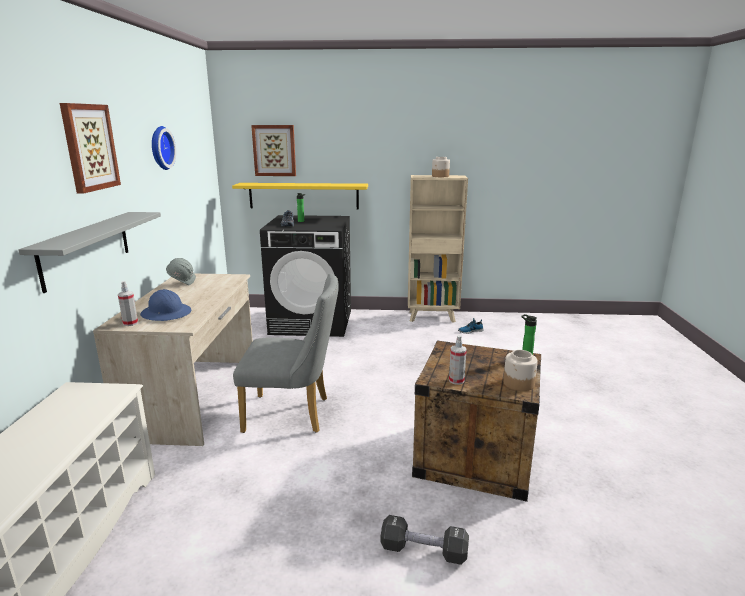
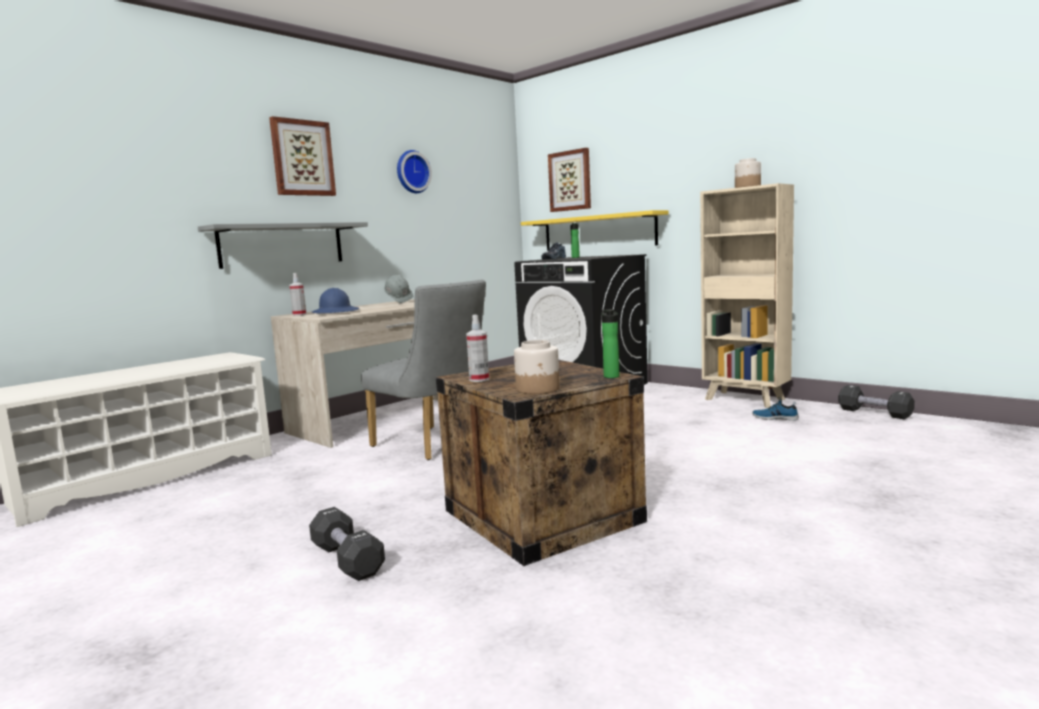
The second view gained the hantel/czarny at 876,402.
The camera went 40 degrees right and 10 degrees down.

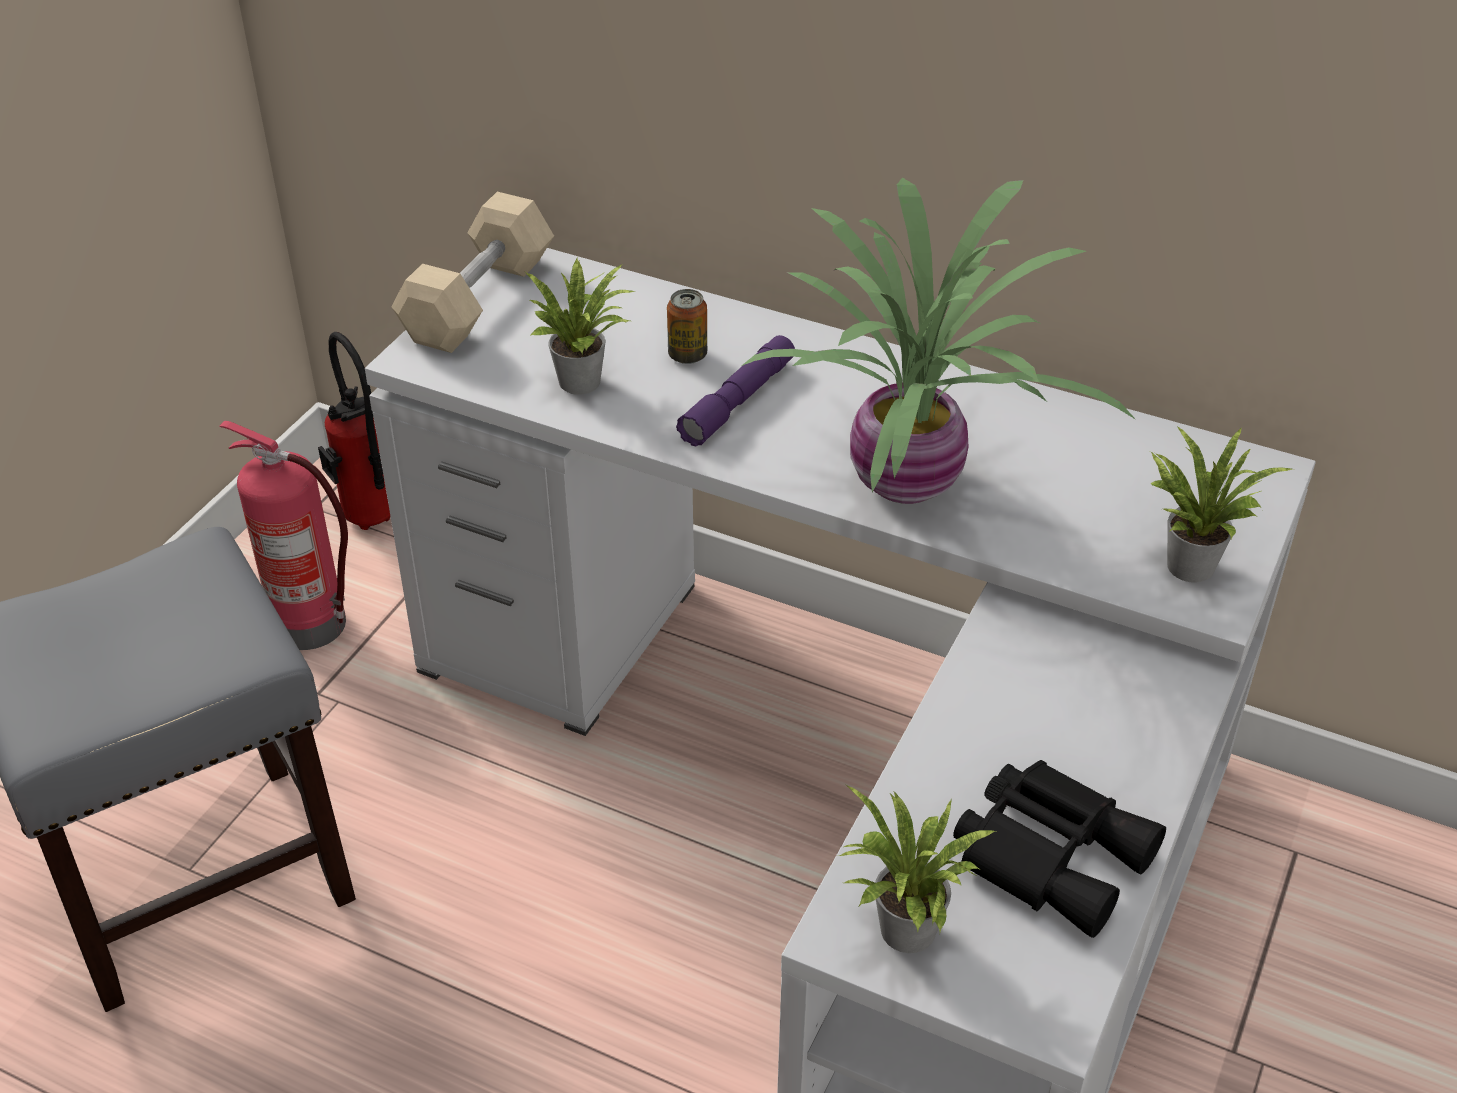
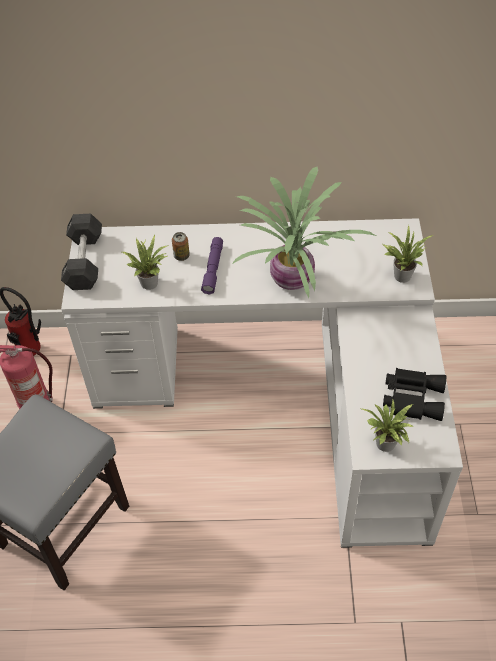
What was the hantel/beżowy at 472,272 turned into the hantel/czarny at 81,252.
The camera went 25 degrees left and 10 degrees up.

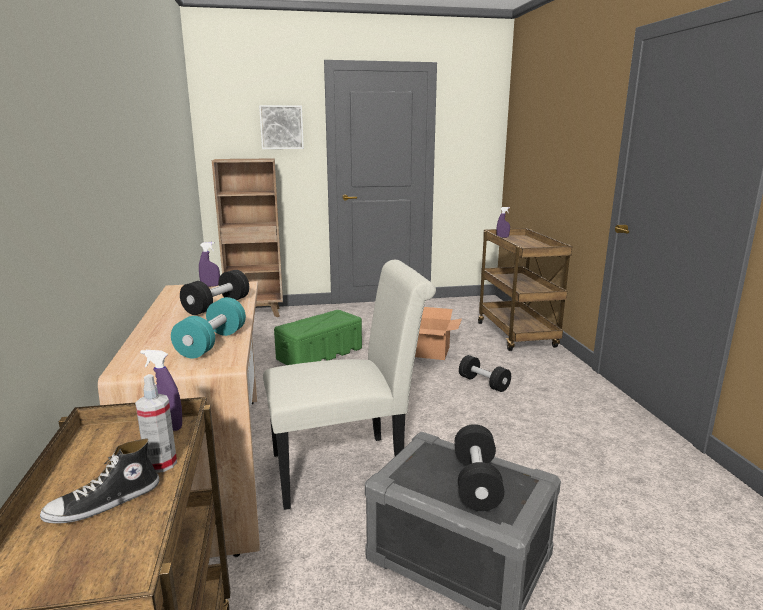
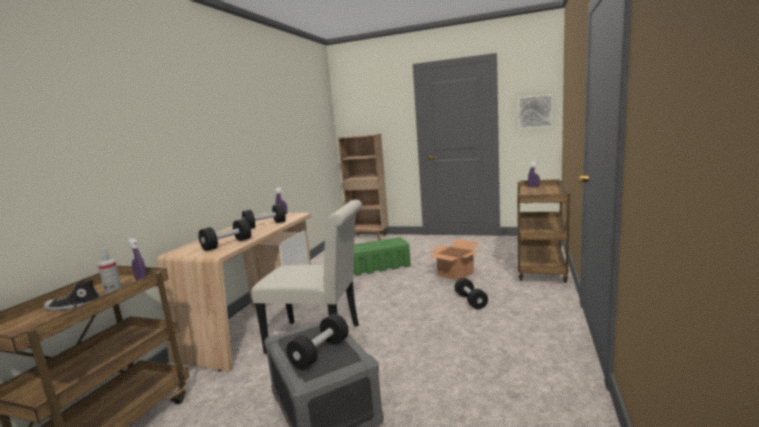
The obraz ended up elsewhere, having gone from 281,127 to 535,111.
What was the hantel/turkusowy at 208,328 turned into the hantel/czarny at 224,235.
The camera went 30 degrees right and 5 degrees down.

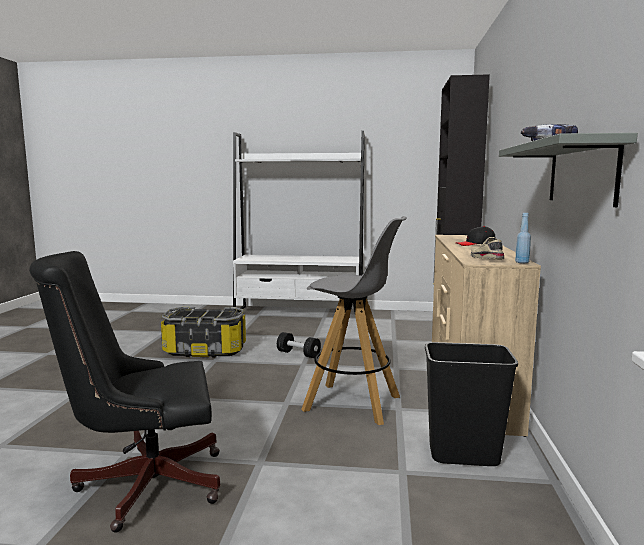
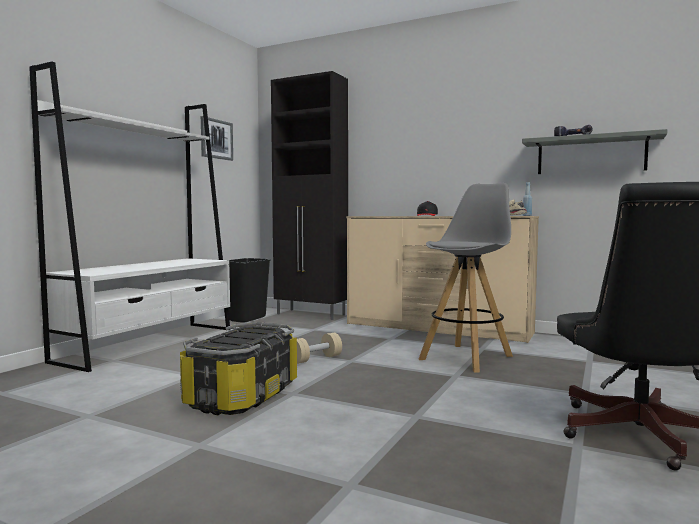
The second view gained the obraz at 217,138.
The kosz na śmieci/czarny ended up elsewhere, having gone from 471,404 to 249,290.
What was the hantel/czarny at 299,345 turned into the hantel/beżowy at 319,348.
The camera went 70 degrees left and 5 degrees down.

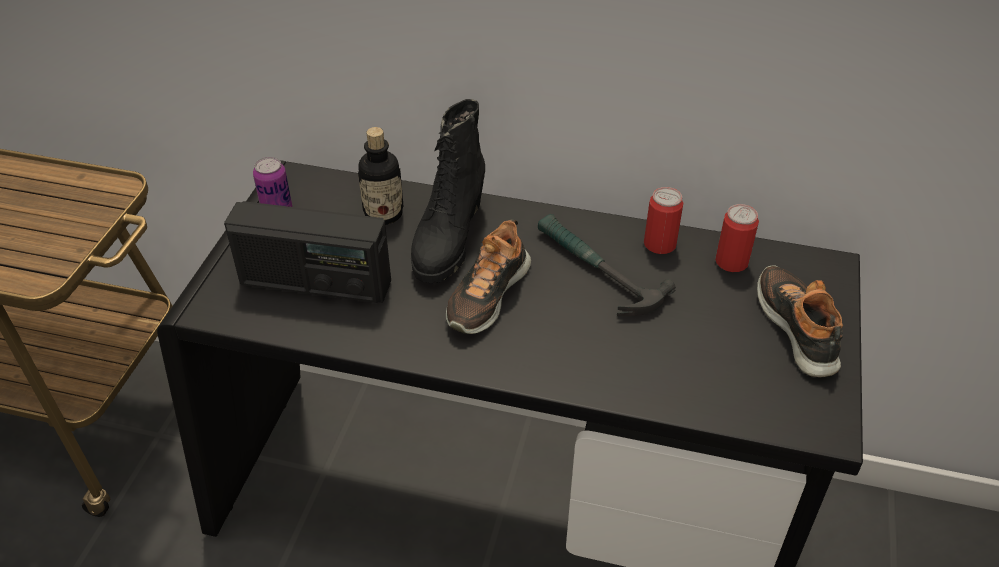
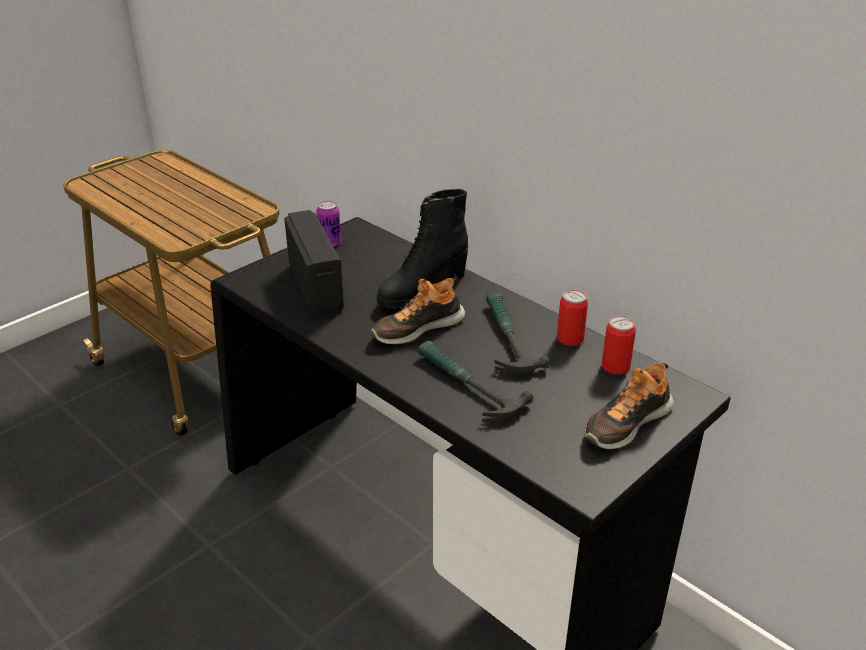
The second view lost the butelka at 380,176.
The second view gained the młotek at 475,381.
The radio at 307,252 ended up facing another way, 150 degrees counterclockwise from before.
The but at 800,321 ended up facing another way, 150 degrees counterclockwise from before.
The camera went 30 degrees right and 10 degrees down.

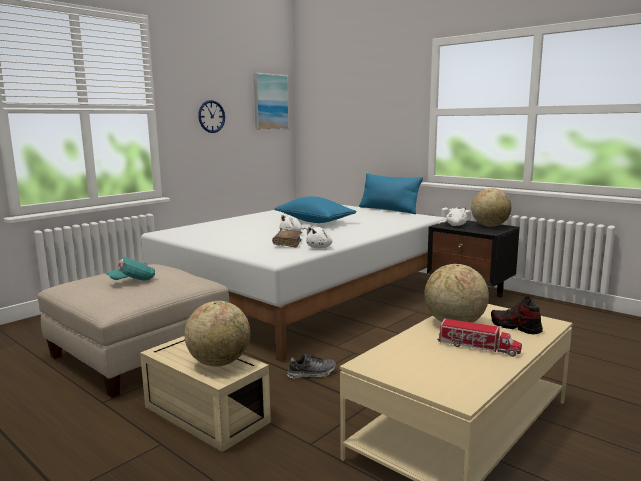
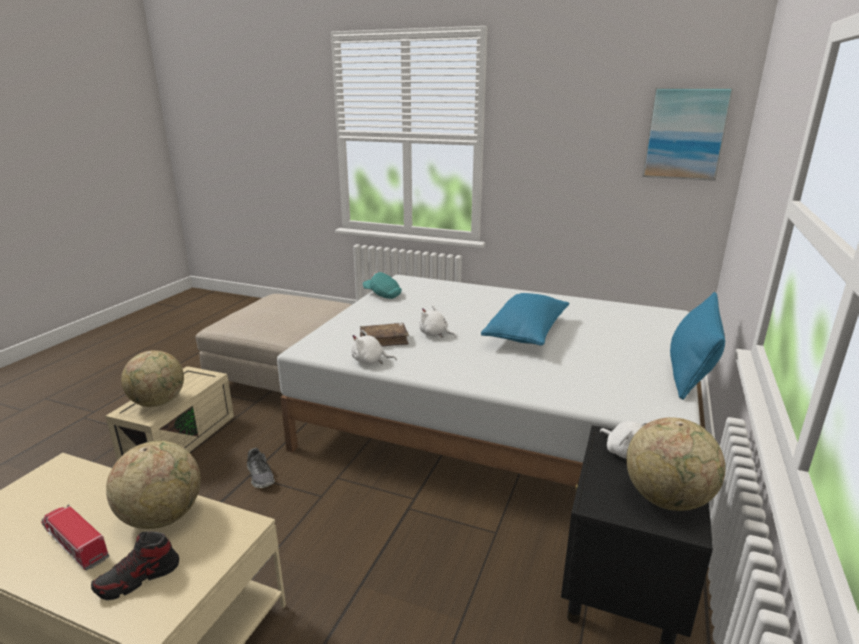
The second view lost the zegar ścienny at 211,116.
The czapka z daszkiem/turkusowy ended up elsewhere, having gone from 130,269 to 382,285.
The ciężarówka zabawkowa at 479,338 ended up facing another way, 120 degrees clockwise from before.
The but at 517,315 ended up facing another way, 150 degrees counterclockwise from before.
The camera went 70 degrees right and 10 degrees up.

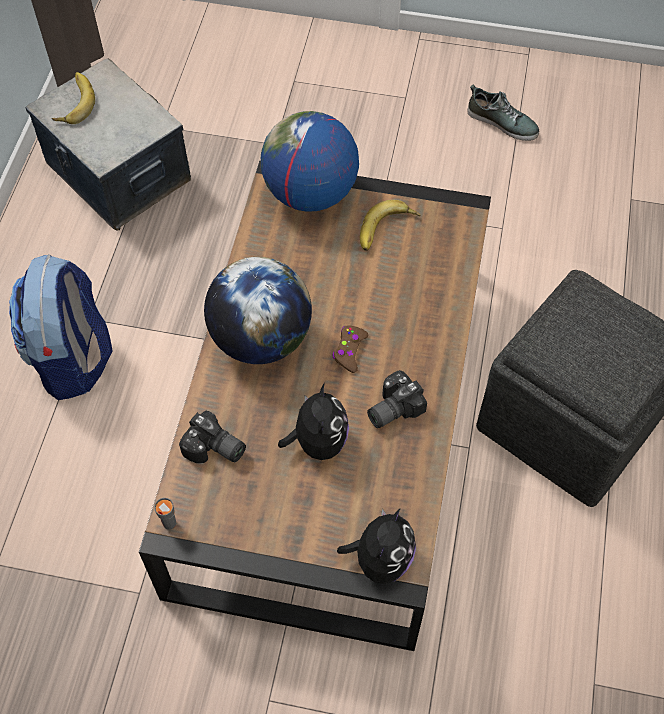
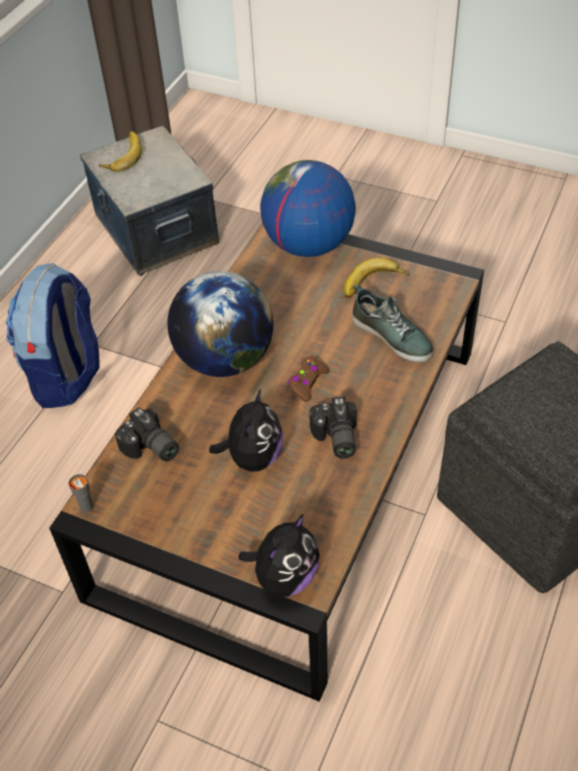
The but ended up elsewhere, having gone from 503,113 to 393,323.
The aparat fotograficzny at 397,399 ended up facing another way, 75 degrees counterclockwise from before.
The camera went 15 degrees right and 10 degrees down.

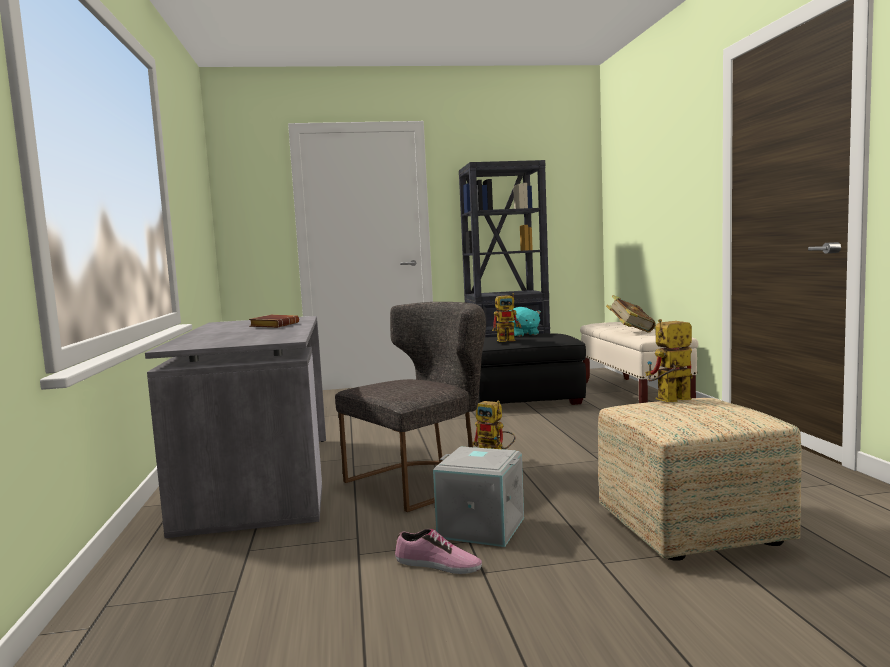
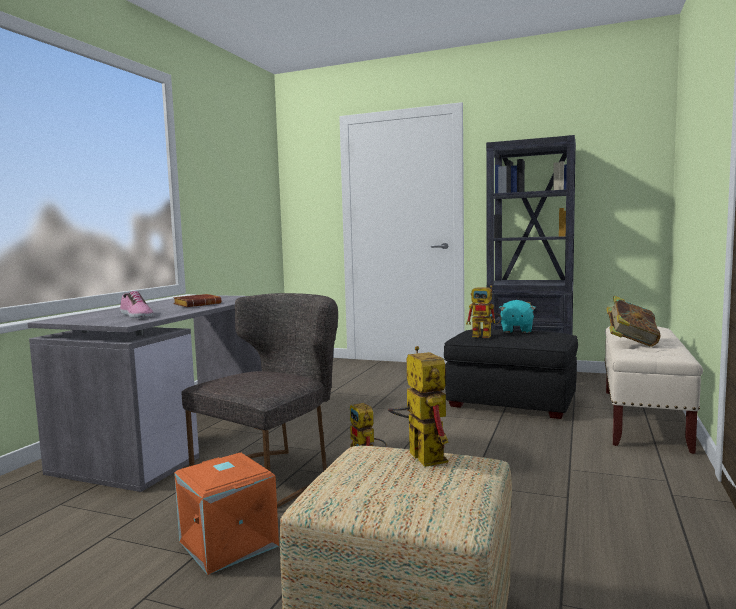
The but ended up elsewhere, having gone from 438,551 to 137,304.
What was the pojemnik do przechowywania/szary at 478,497 turned into the pojemnik do przechowywania/pomarańczowy at 226,514.
The krzesło/szary at 410,407 ended up facing another way, 45 degrees counterclockwise from before.
The robot zabawkowy at 669,360 ended up facing another way, 60 degrees clockwise from before.
The camera went 30 degrees right and 0 degrees up.

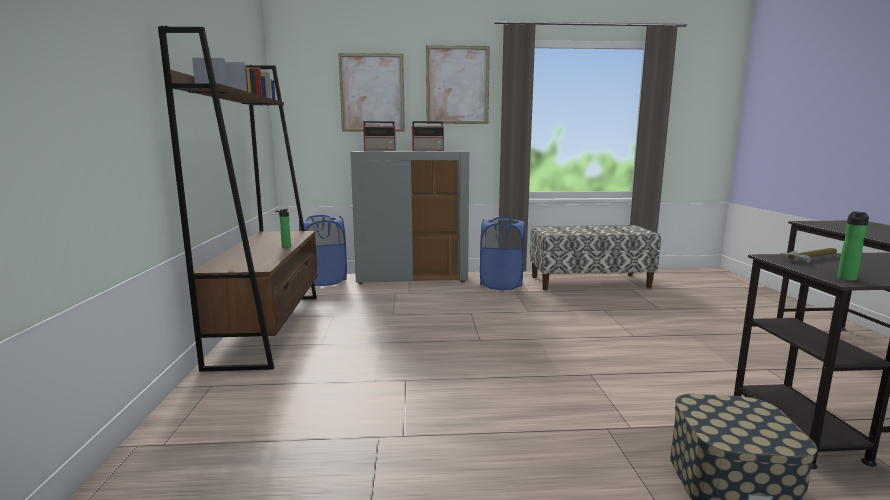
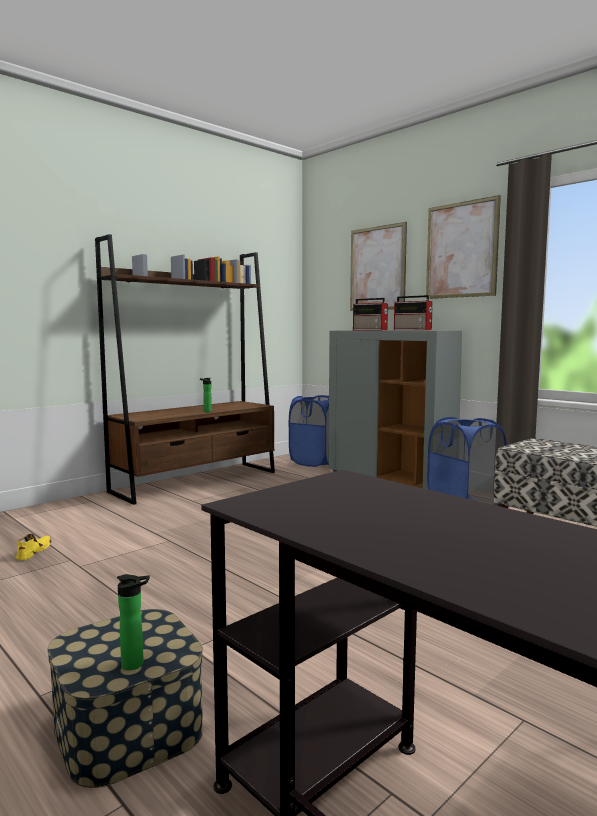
The second view lost the młotek at 808,255.
The second view gained the but/żółty at 34,547.
The butelka ended up elsewhere, having gone from 853,246 to 133,622.
The camera went 50 degrees right and 5 degrees down.

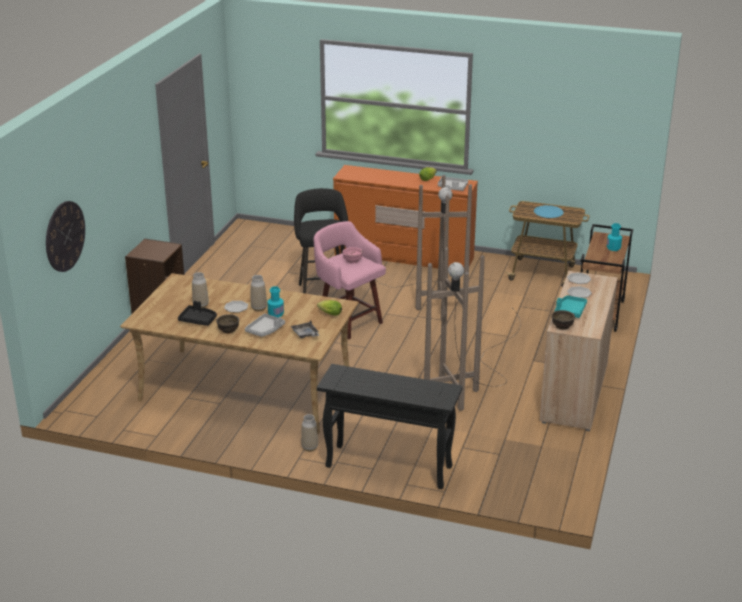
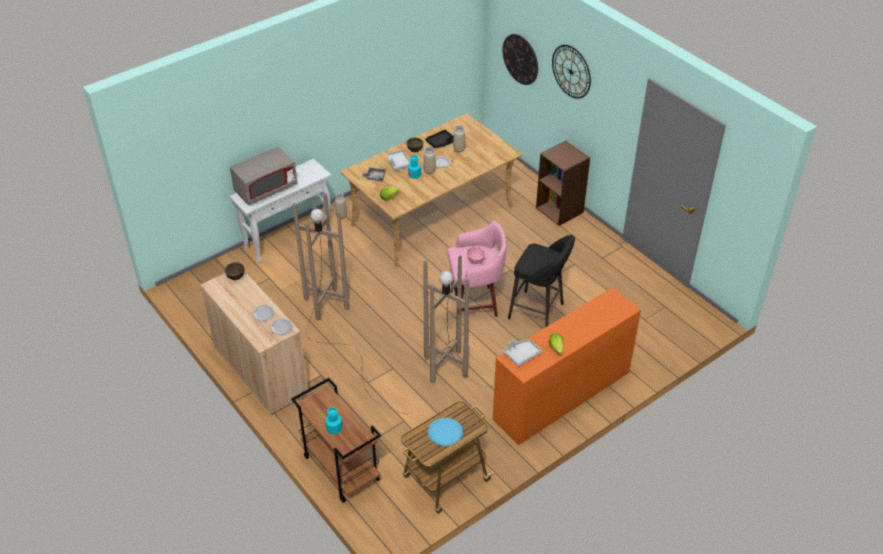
The second view lost the taca/turkusowy at 570,307.
The second view gained the mikrofalówka/szary at 263,176.
The second view gained the zegar ścienny at 571,72.
What was the stolik konsolowy/czarny at 390,426 turned into the stolik konsolowy/biały at 280,211.
The camera went 125 degrees right and 15 degrees up.

